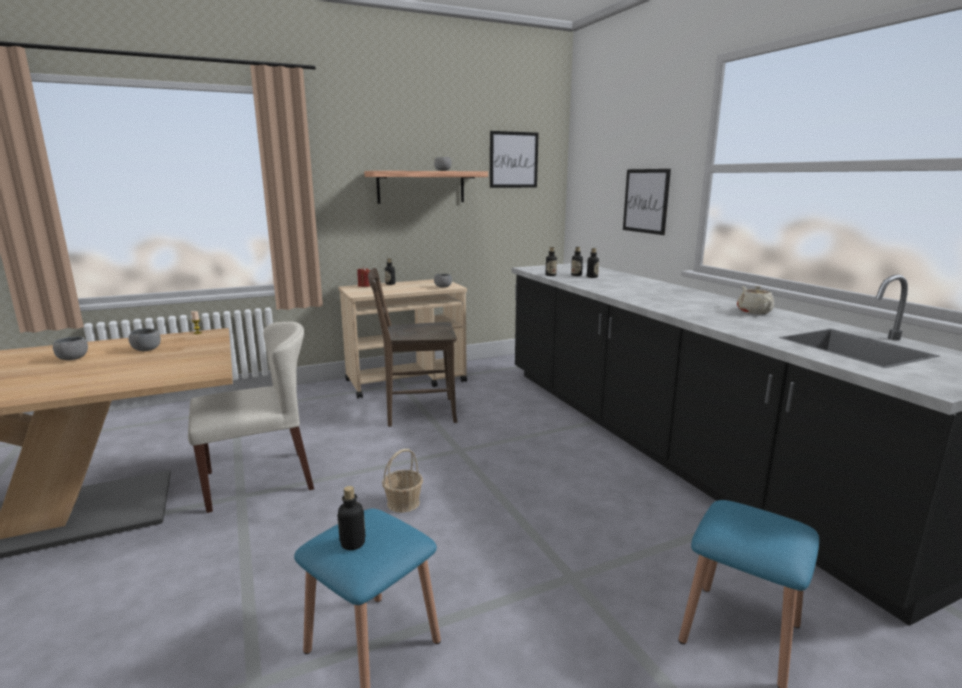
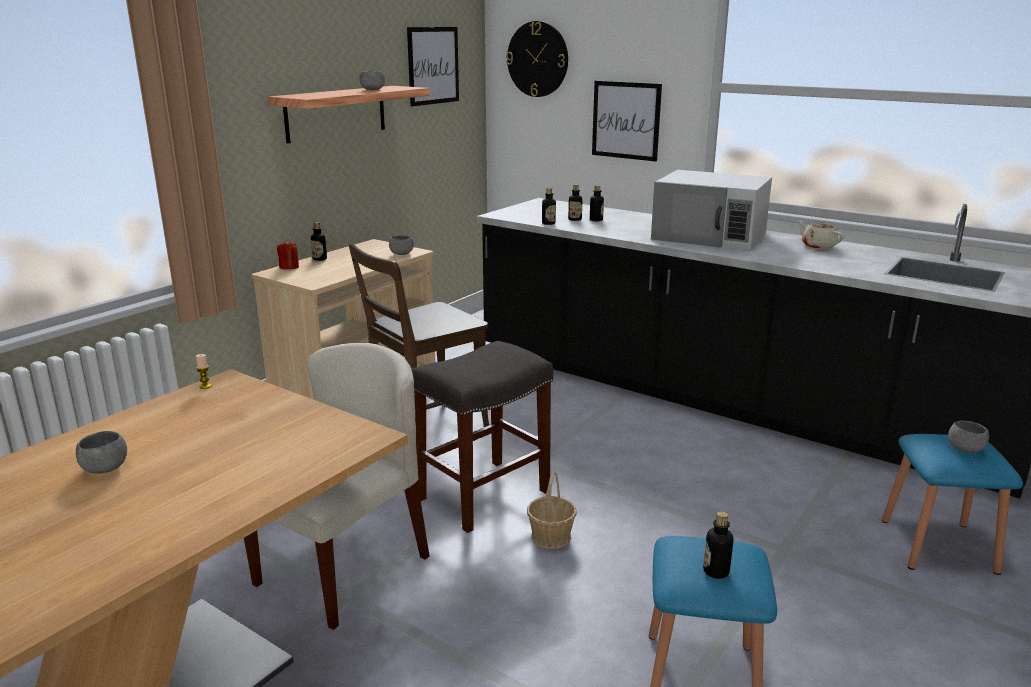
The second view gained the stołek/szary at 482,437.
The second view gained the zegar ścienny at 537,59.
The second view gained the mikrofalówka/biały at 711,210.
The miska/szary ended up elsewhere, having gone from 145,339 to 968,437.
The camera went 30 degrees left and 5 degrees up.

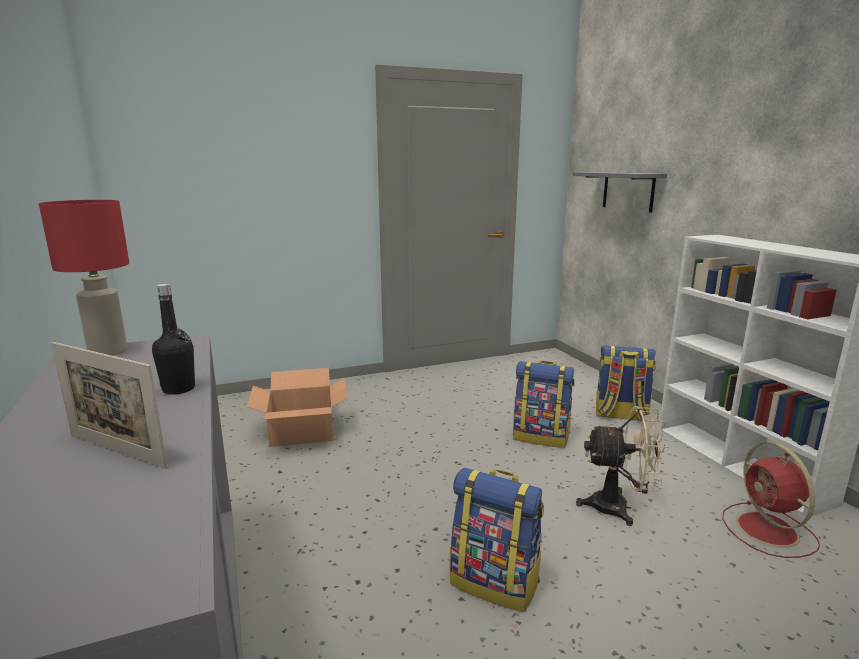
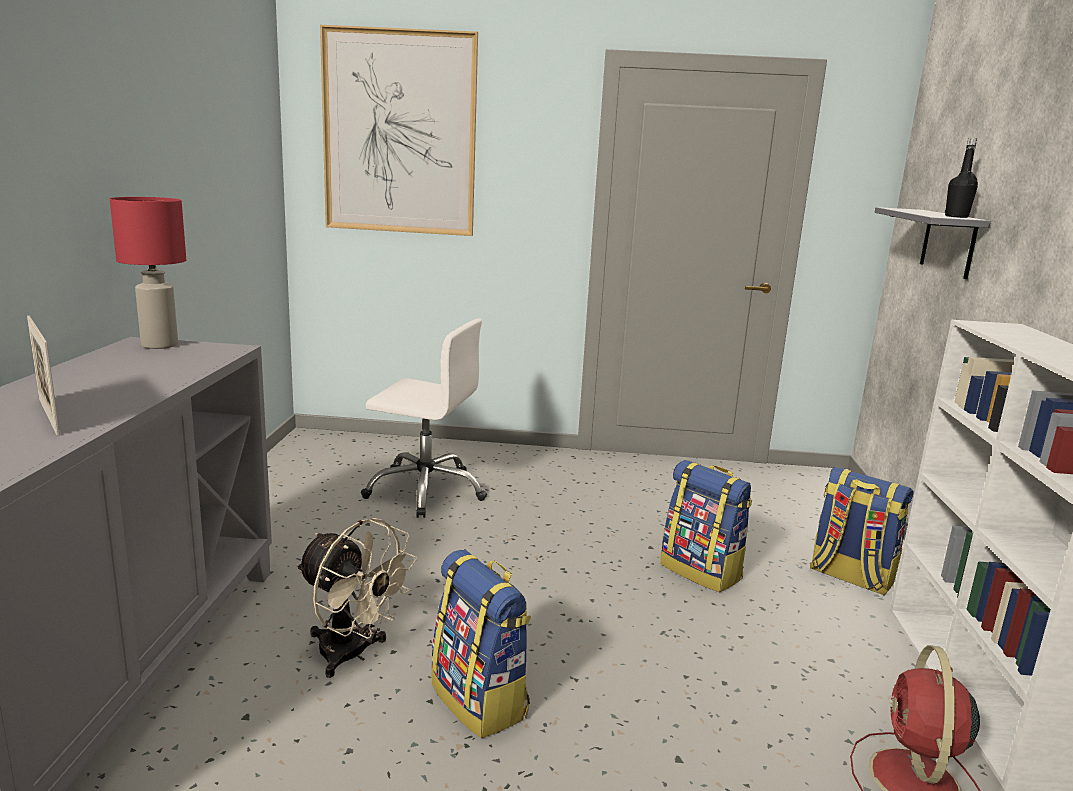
The second view gained the obraz at 399,130.
The butelka/czarny ended up elsewhere, having gone from 173,339 to 961,178.
The wentylator/beżowy ended up elsewhere, having gone from 622,466 to 357,598.
Where the karton stood at 297,407, the krzesło biurowe/biały came to stand at 424,418.
The camera went 25 degrees right and 0 degrees up.

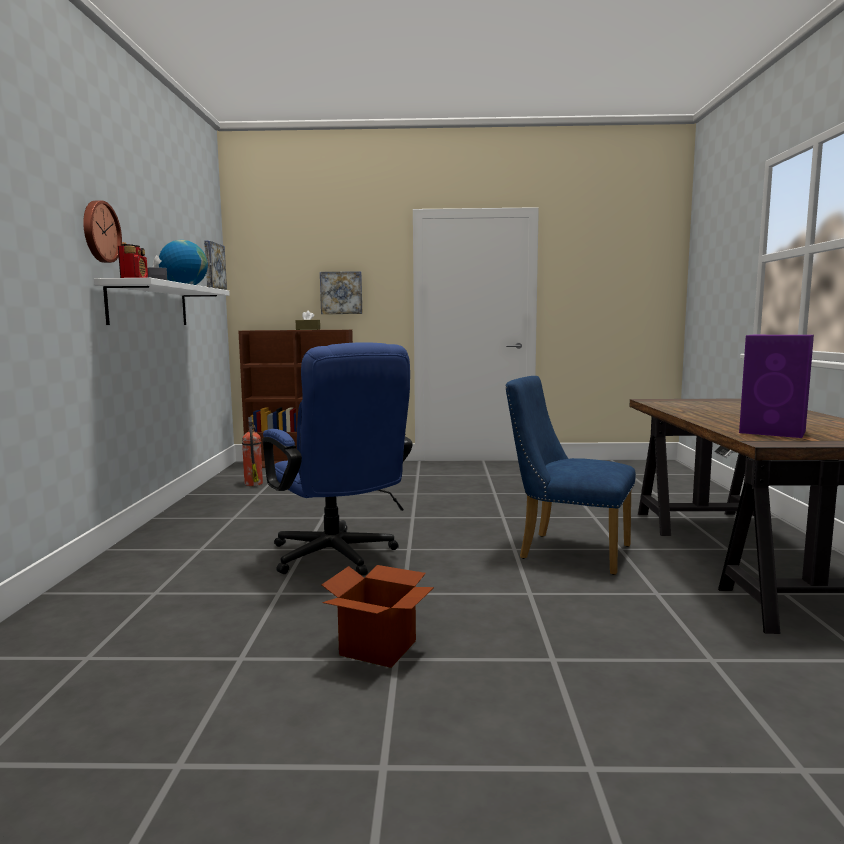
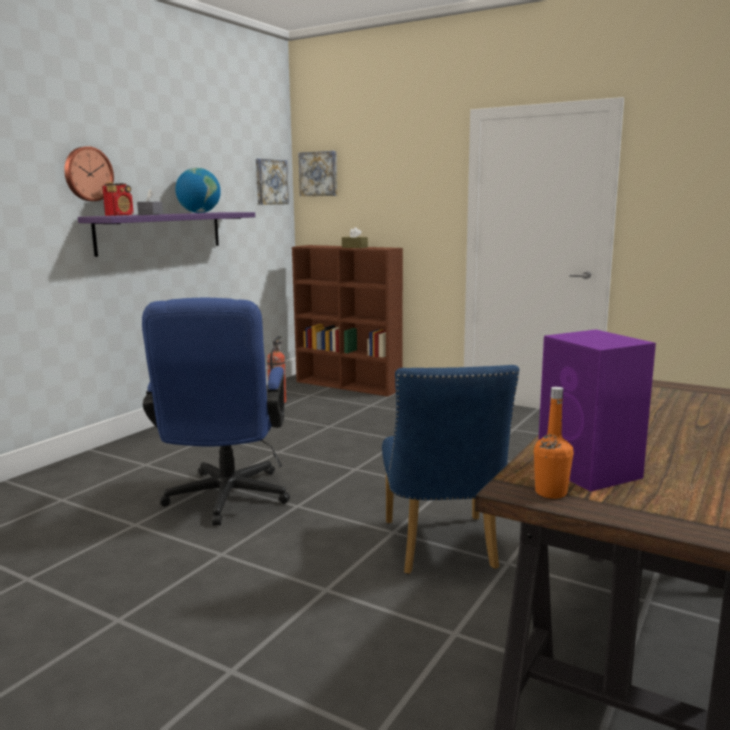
The second view lost the karton at 377,616.
The second view gained the butelka/pomarańczowy at 553,443.
The obraz ended up elsewhere, having gone from 341,292 to 317,173.
What was the półka/biały at 162,301 turned into the półka/fioletowy at 166,234.
The krzesło/niebieski at 570,475 ended up facing another way, 150 degrees counterclockwise from before.
The camera went 30 degrees right and 5 degrees up.

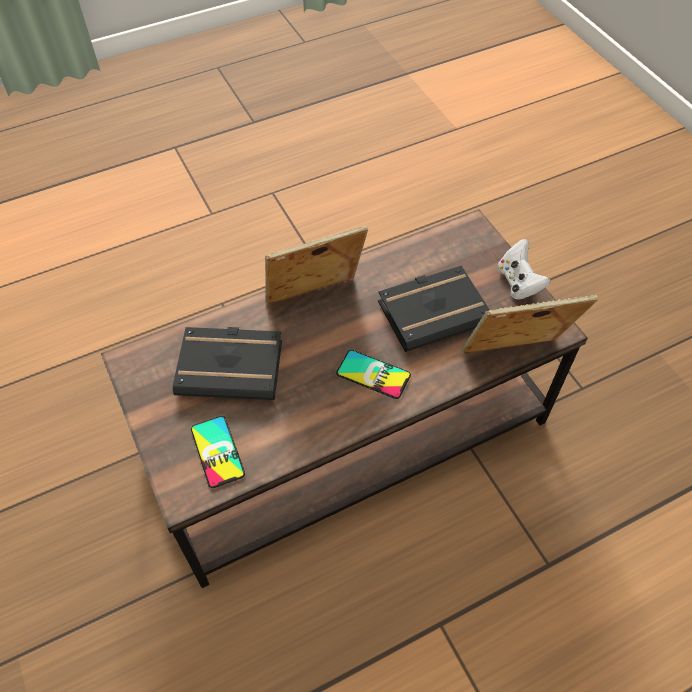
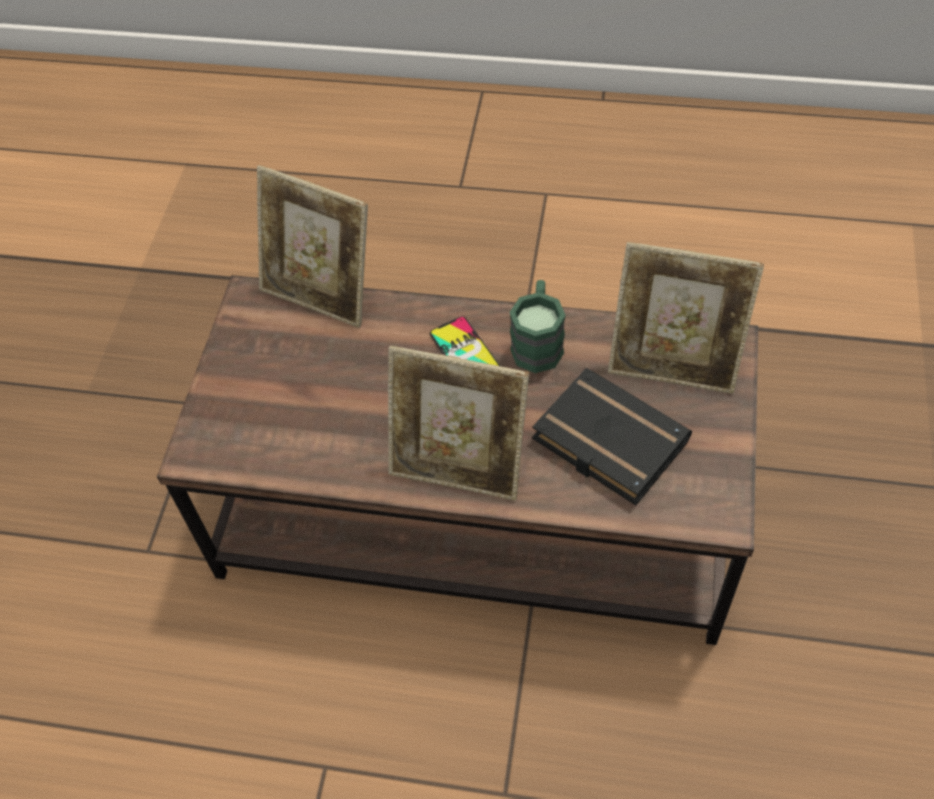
The second view lost the książka/czarny at 434,309.
The second view lost the pad do gier/biały at 524,269.
The second view gained the kubek/zielony at 538,326.
Where the telefon stood at 218,452, the ramka na zdjęcie came to stand at 686,318.
The camera went 140 degrees left and 0 degrees up.

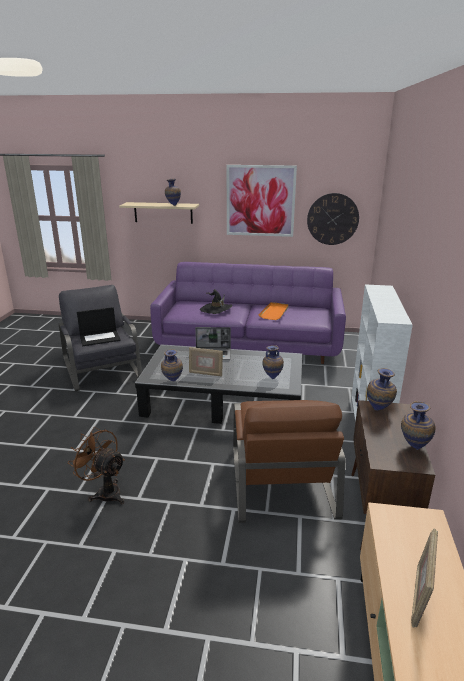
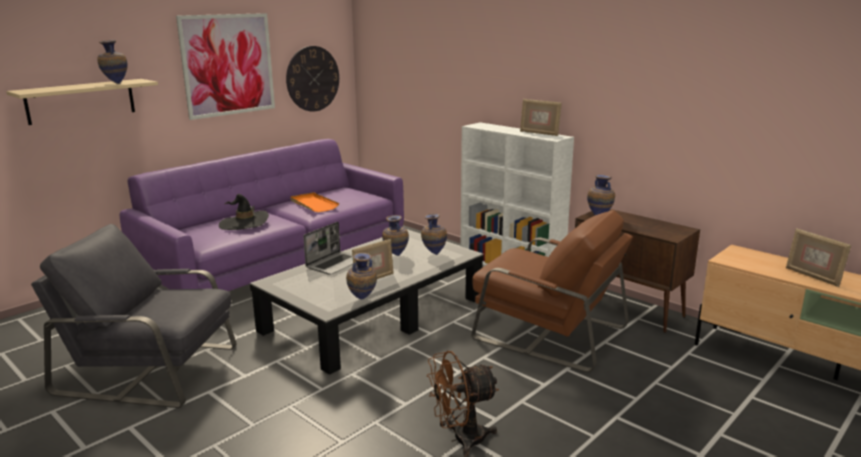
The second view lost the laptop at 99,326.
The second view gained the ramka na zdjęcie at 541,117.
The wazon ended up elsewhere, having gone from 418,425 to 395,235.
The camera went 55 degrees left and 5 degrees down.

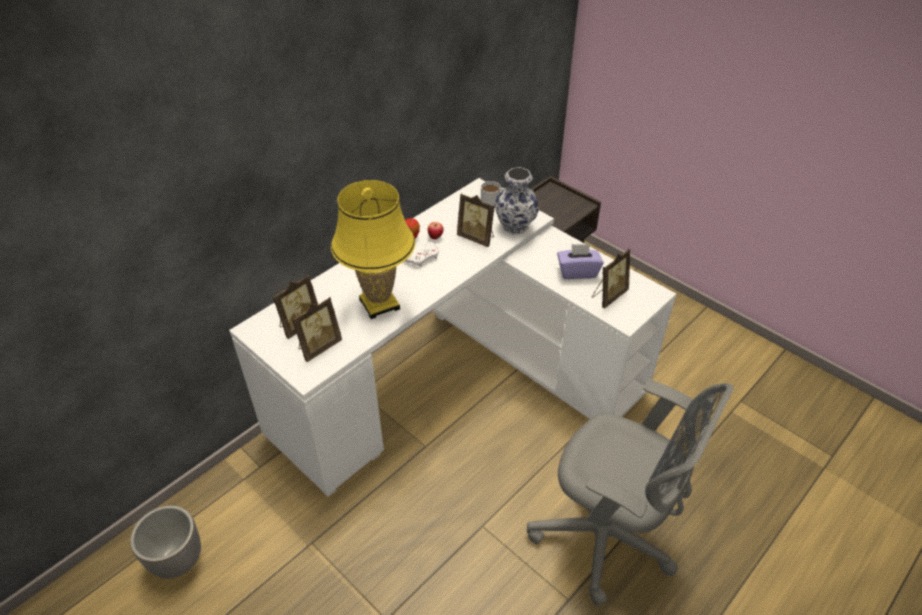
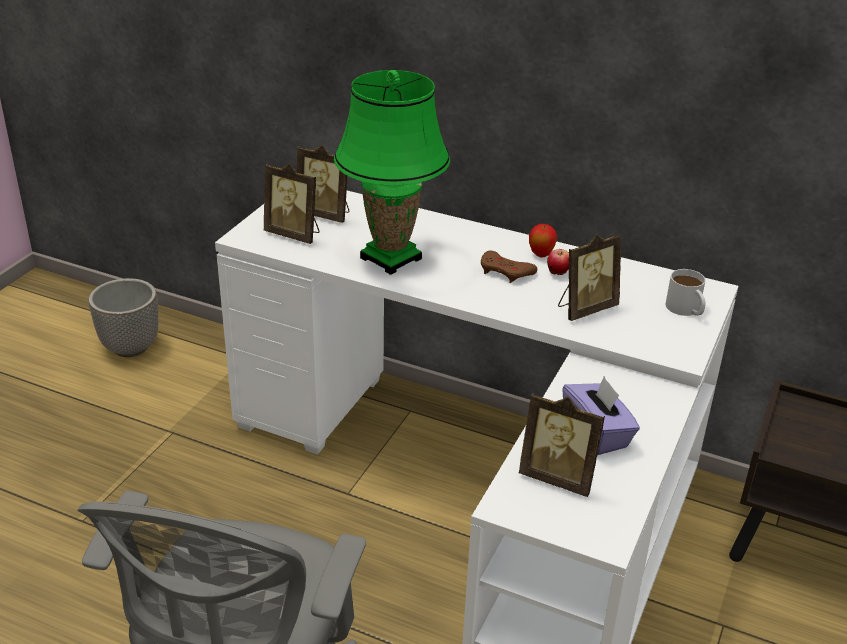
The second view lost the wazon at 517,201.
What was the lampa stołowa/żółty at 373,249 turned into the lampa stołowa/zielony at 392,172.
What was the pad do gier/biały at 422,254 turned into the pad do gier/brązowy at 509,267.
The ramka na zdjęcie at 476,220 ended up facing another way, 135 degrees counterclockwise from before.
The camera went 70 degrees right and 10 degrees down.

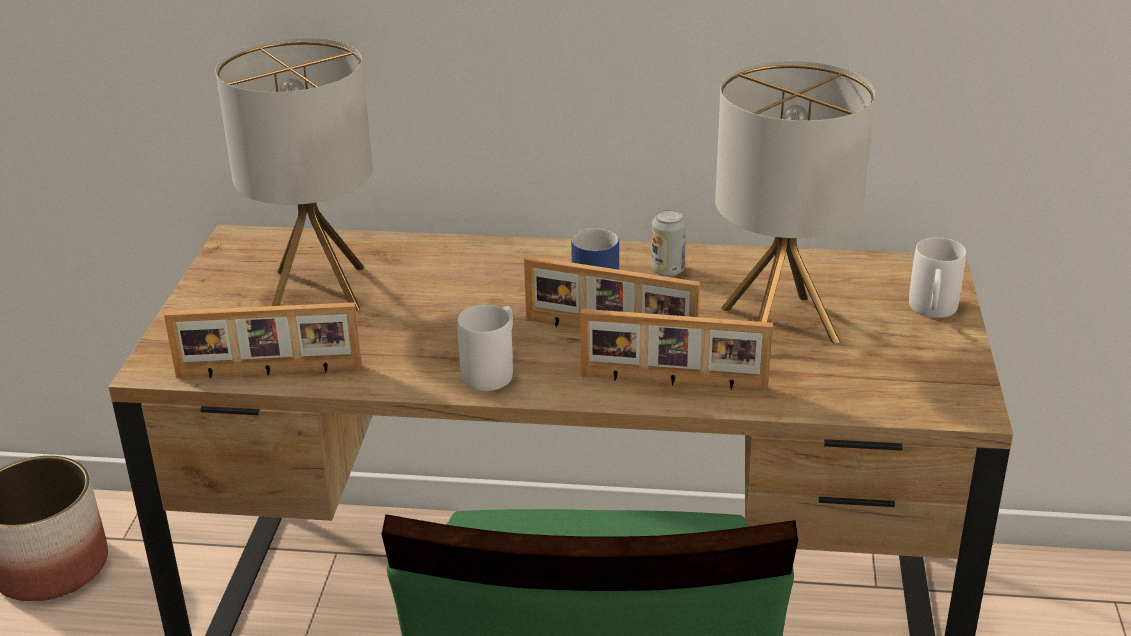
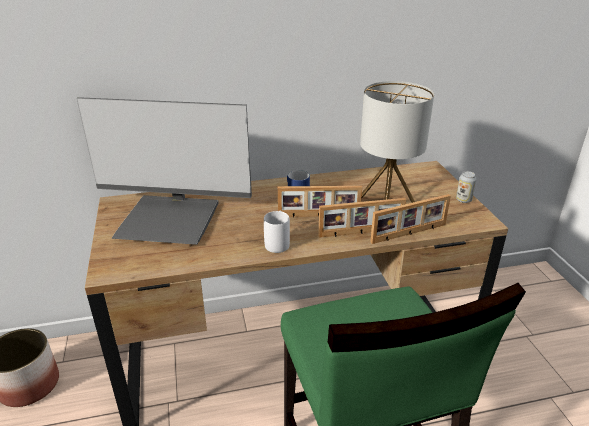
The second view lost the kubek/biały at 937,278.
The ramka na zdjęcie ended up elsewhere, having gone from 263,340 to 410,219.
The puszka ended up elsewhere, having gone from 668,243 to 466,187.
Where the lampa stołowa stood at 294,174, the monitor came to stand at 164,171.
The camera went 20 degrees left and 0 degrees up.

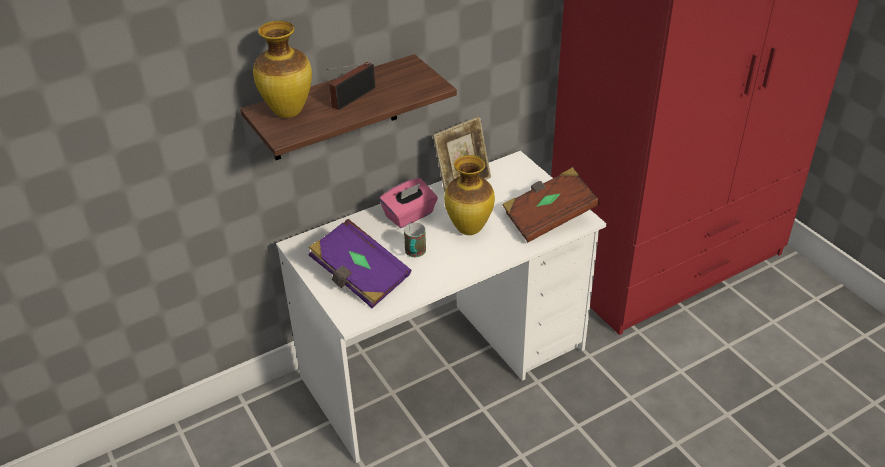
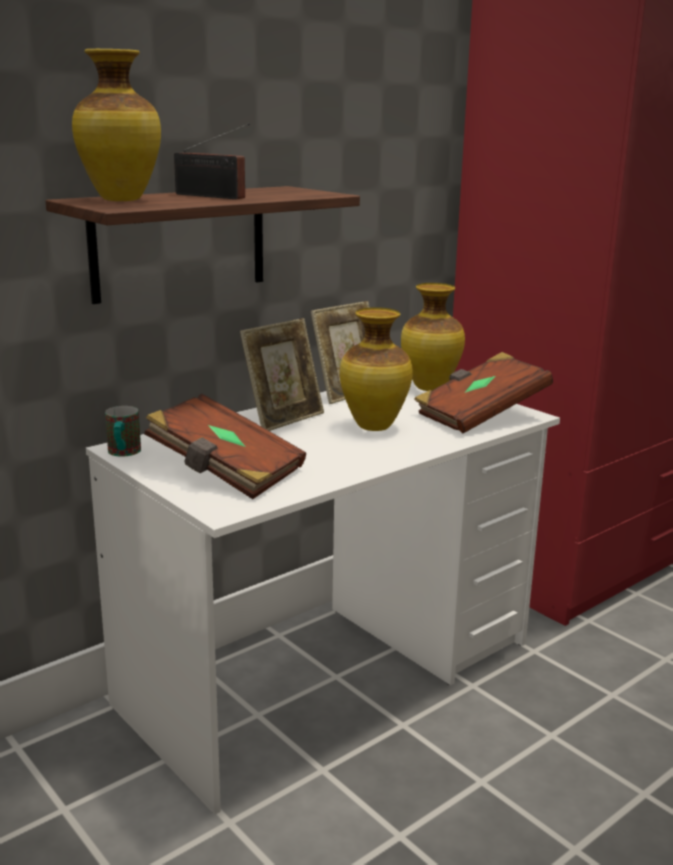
The second view gained the wazon at 433,337.
The kubek ended up elsewhere, having gone from 415,240 to 123,431.
Where the pudełko chusteczek/różowy stood at 409,203, the ramka na zdjęcie came to stand at 282,374.
What was the książka/fioletowy at 360,263 turned into the książka/brązowy at 225,446.
The radio at 351,86 ended up facing another way, 90 degrees counterclockwise from before.
The camera went 10 degrees left and 20 degrees down.

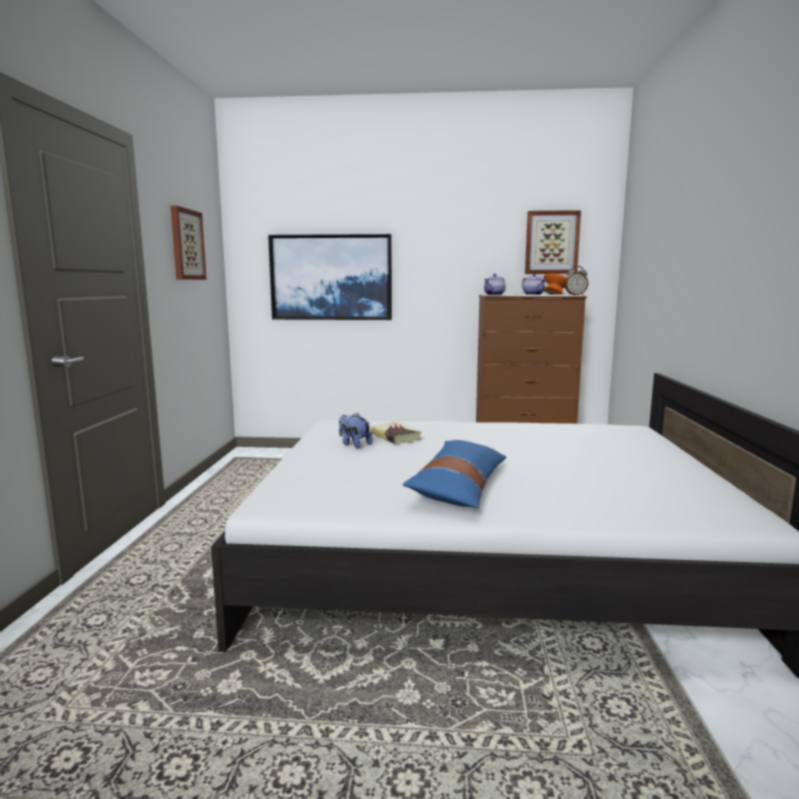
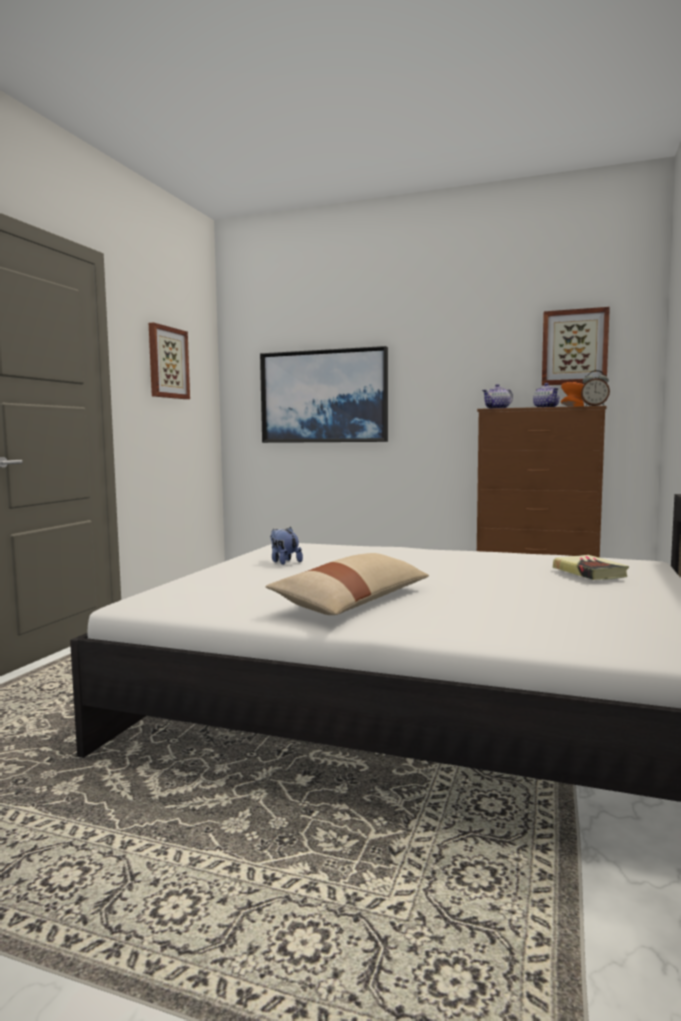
The książka ended up elsewhere, having gone from 396,433 to 591,567.
What was the poduszka/niebieski at 454,474 turned into the poduszka/beżowy at 347,584.
The camera went 15 degrees right and 5 degrees down.

